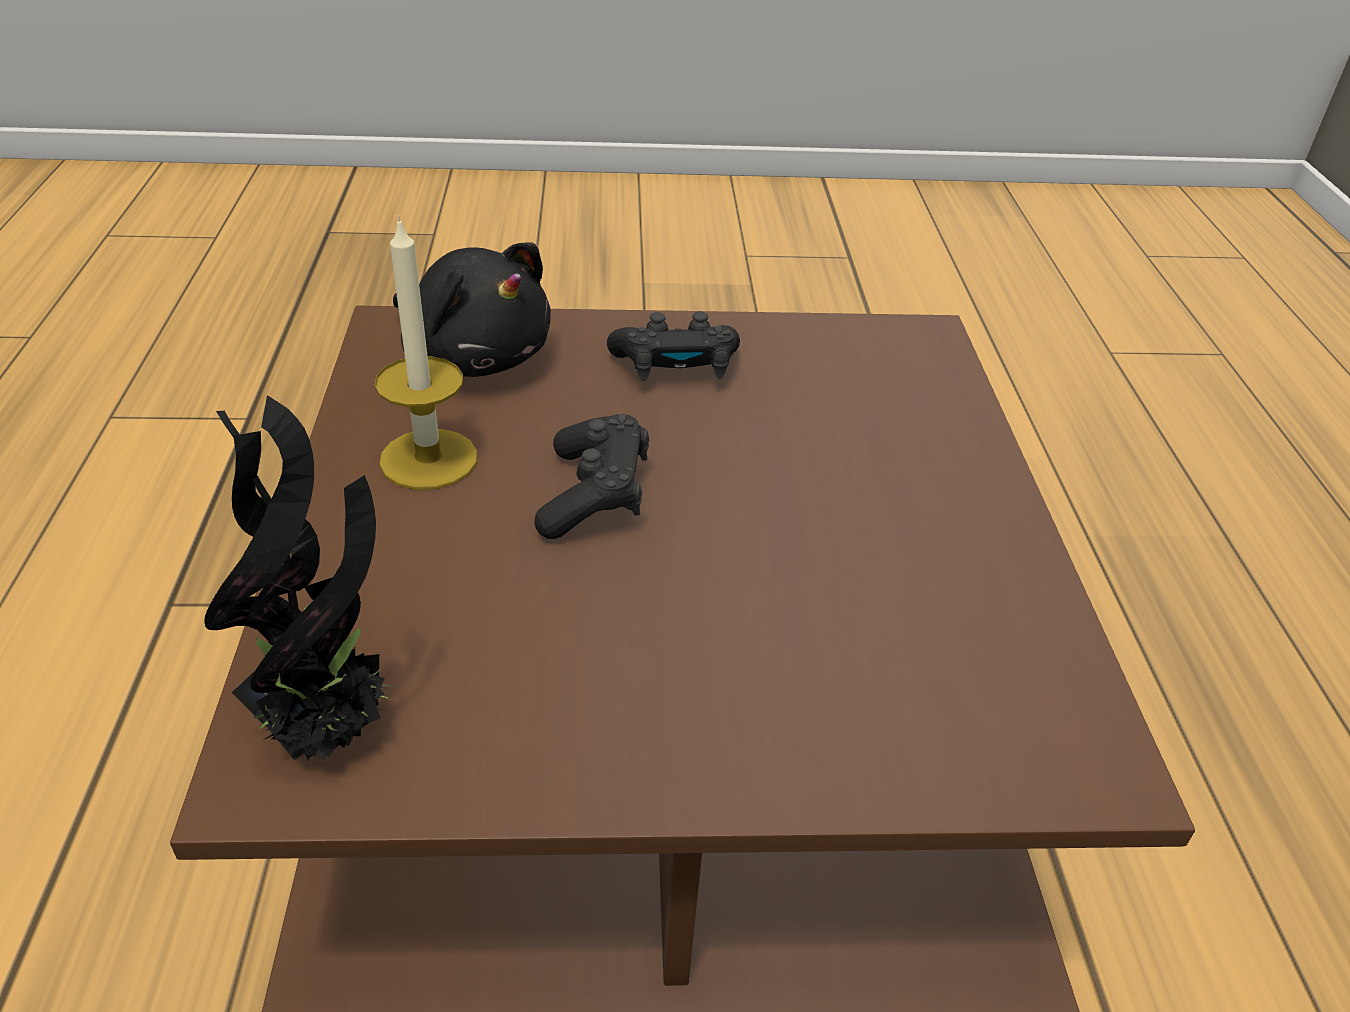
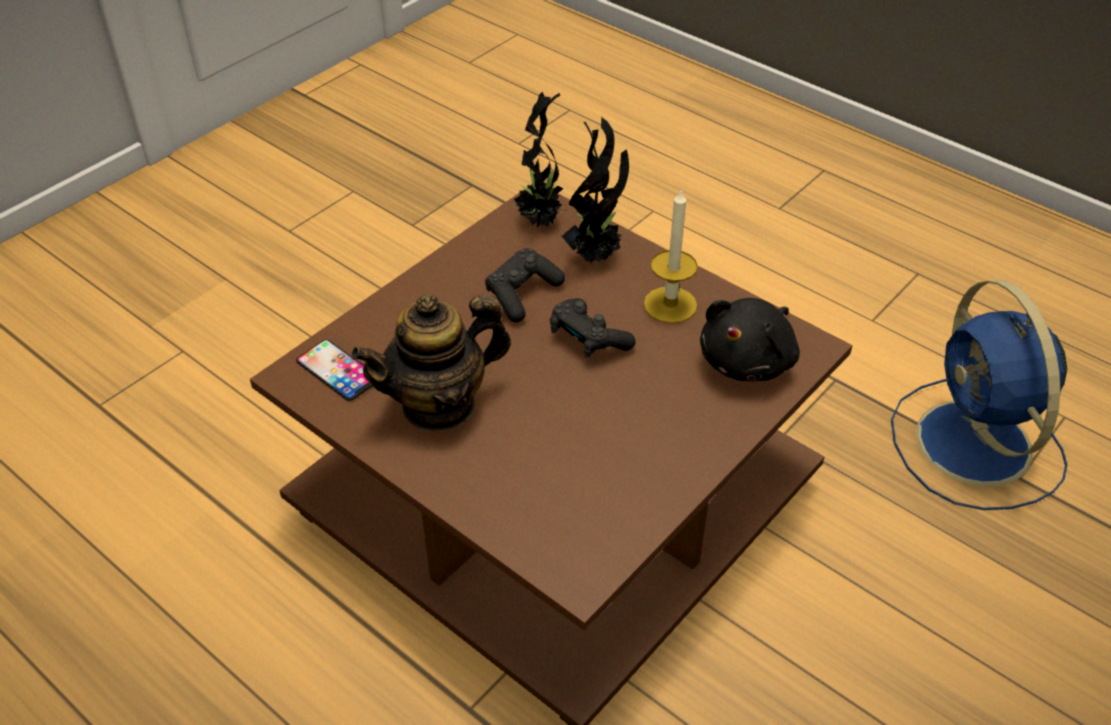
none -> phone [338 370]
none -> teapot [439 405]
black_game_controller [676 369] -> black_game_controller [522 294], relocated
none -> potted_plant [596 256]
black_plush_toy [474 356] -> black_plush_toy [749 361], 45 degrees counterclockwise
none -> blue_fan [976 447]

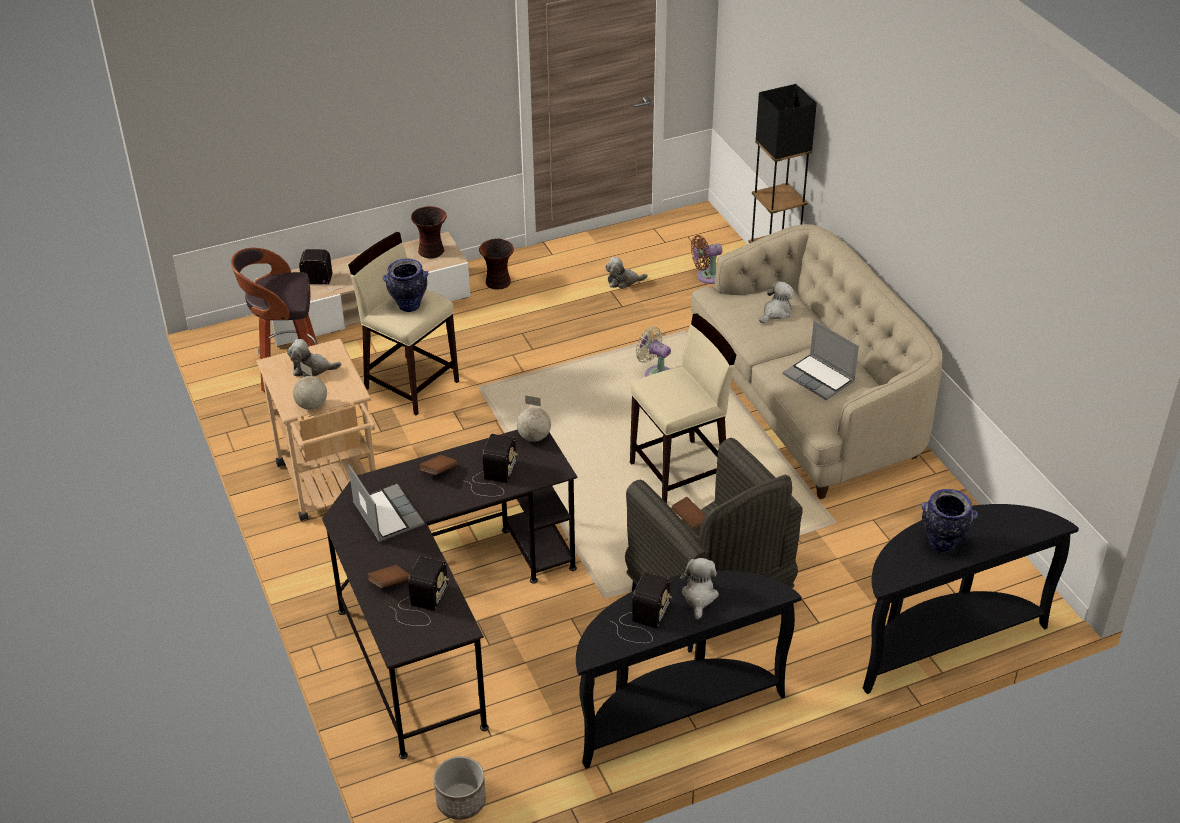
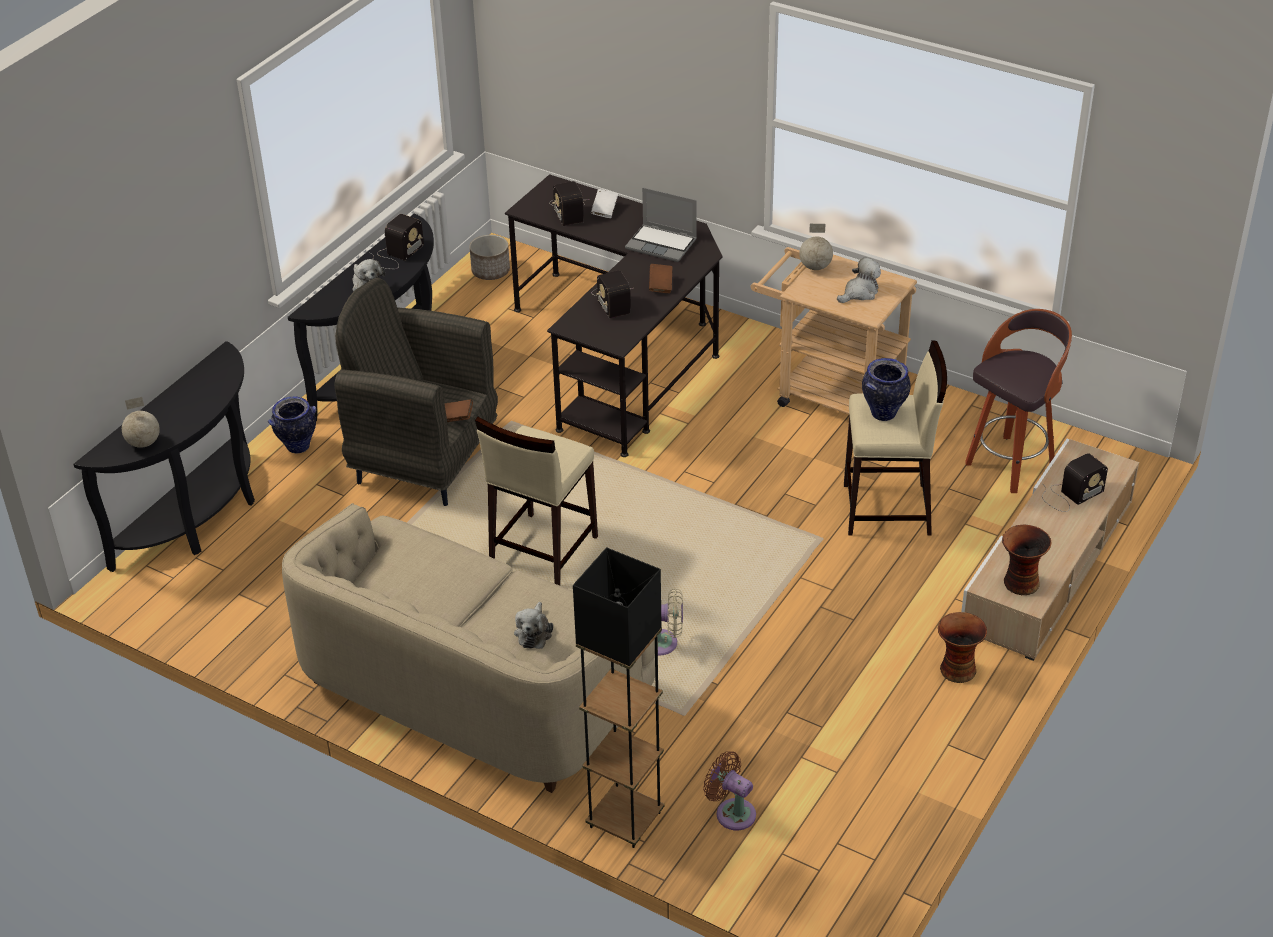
globe [534 437] -> globe [144 443], relocated
vase [942 544] -> vase [297 447], relocated
radio [642 621] -> radio [396 255], 135 degrees counterclockwise
brown_book [389 583] -> white_book [605 210]
brown_fan [707 276] -> brown_fan [732 812], 90 degrees counterclockwise
plush_toy [623 281] -> none
laptop [820 378] -> none

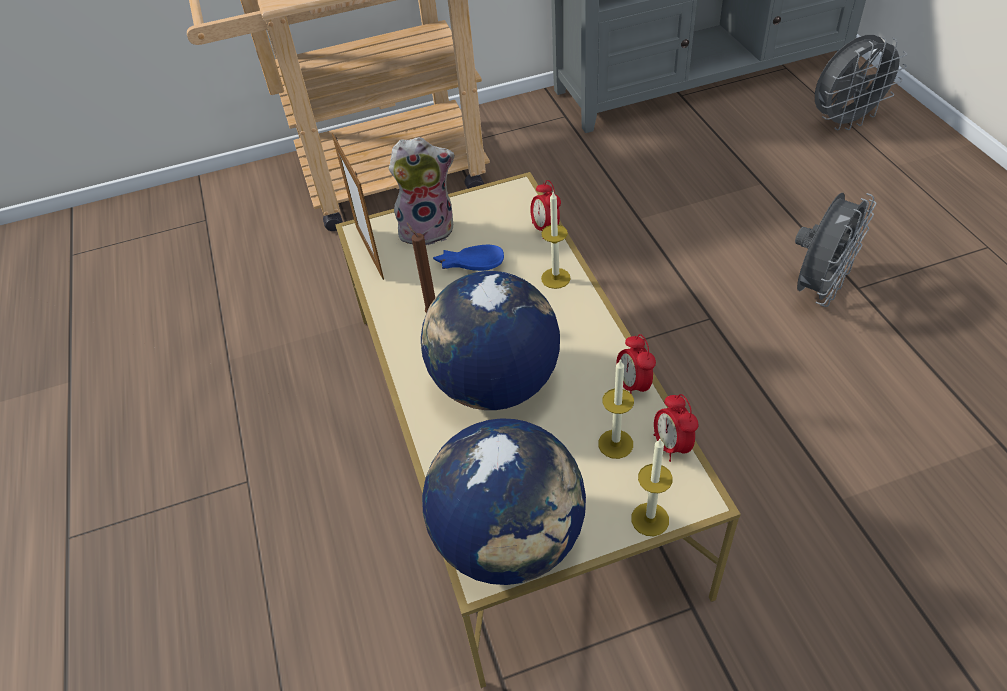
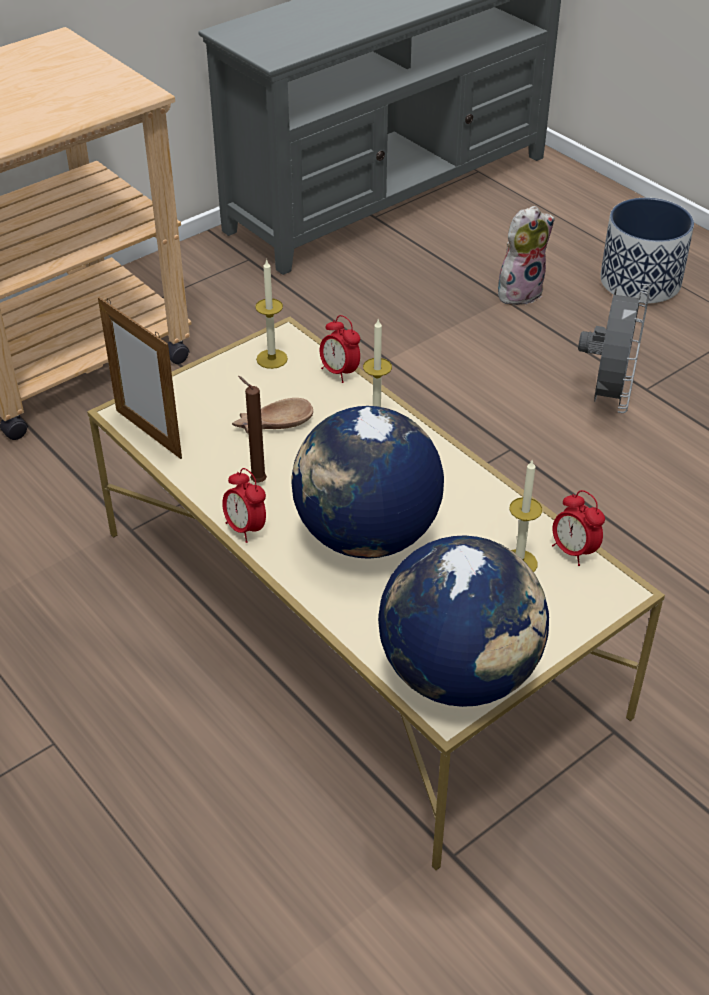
alarm_clock [633 385] -> alarm_clock [245 528], relocated
blue_bowl [469 262] -> brown_bowl [272 422]
candle [650 519] -> candle [272 359], relocated
plush_toy [428 229] -> plush_toy [519 291], relocated
none -> planter [640 282]
grey_fan [845 121] -> none

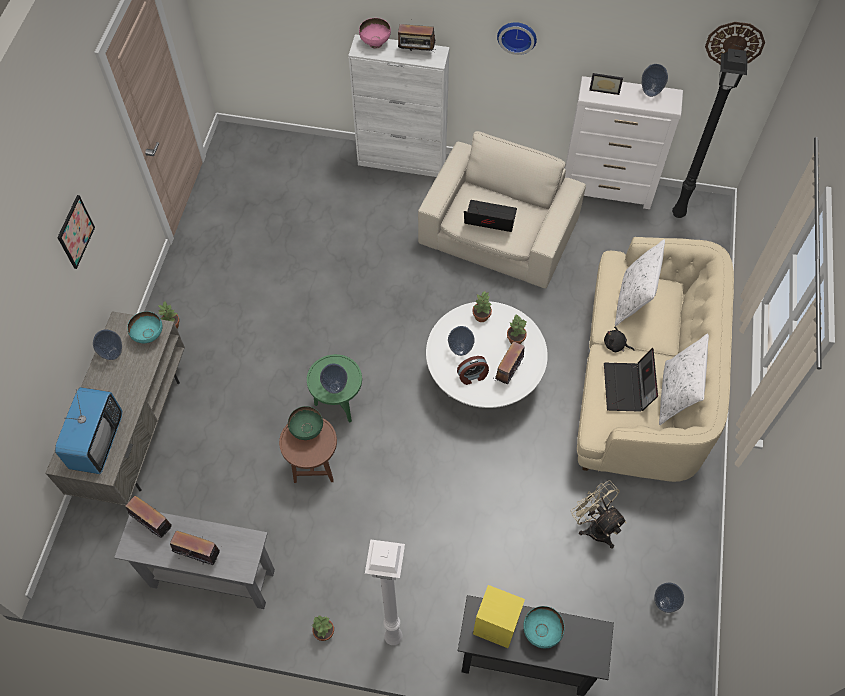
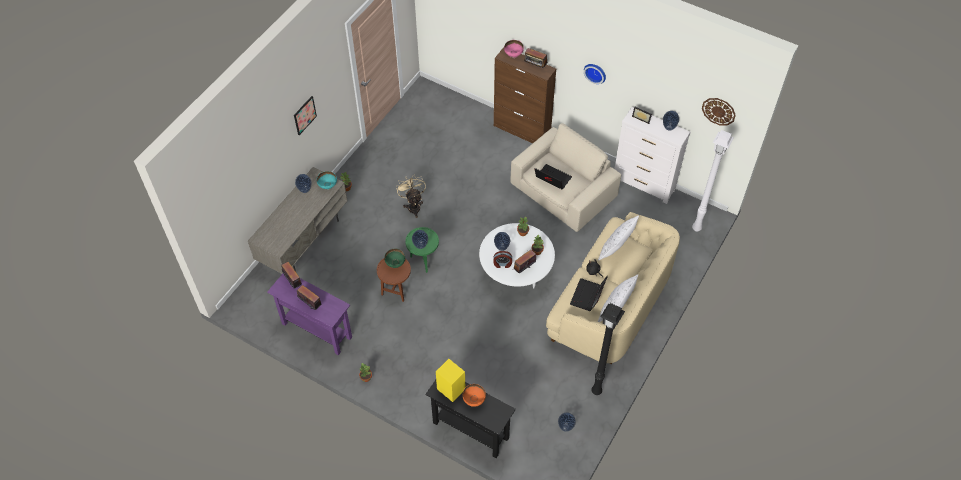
grey_console_table [212 578] -> purple_console_table [317 330]
beige_fan [594 526] -> beige_fan [413 206], relocated
turquoise_bowl [541 632] -> orange_bowl [474 400]
white_cabinet [402 161] -> brown_cabinet [522 131]
black_floor_lamp [679 214] -> black_floor_lamp [596 392], relocated
white_floor_lamp [392 638] -> white_floor_lamp [696 228], relocated
television [97 442] -> none

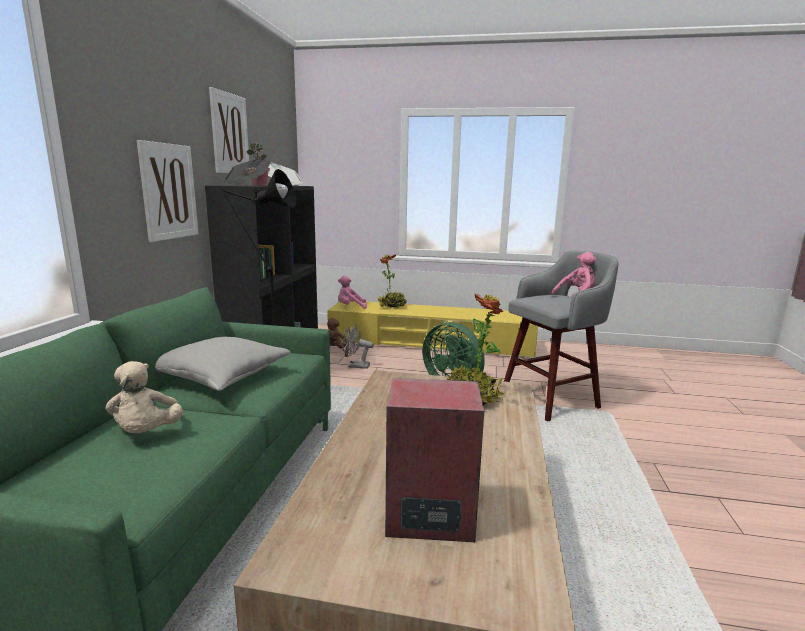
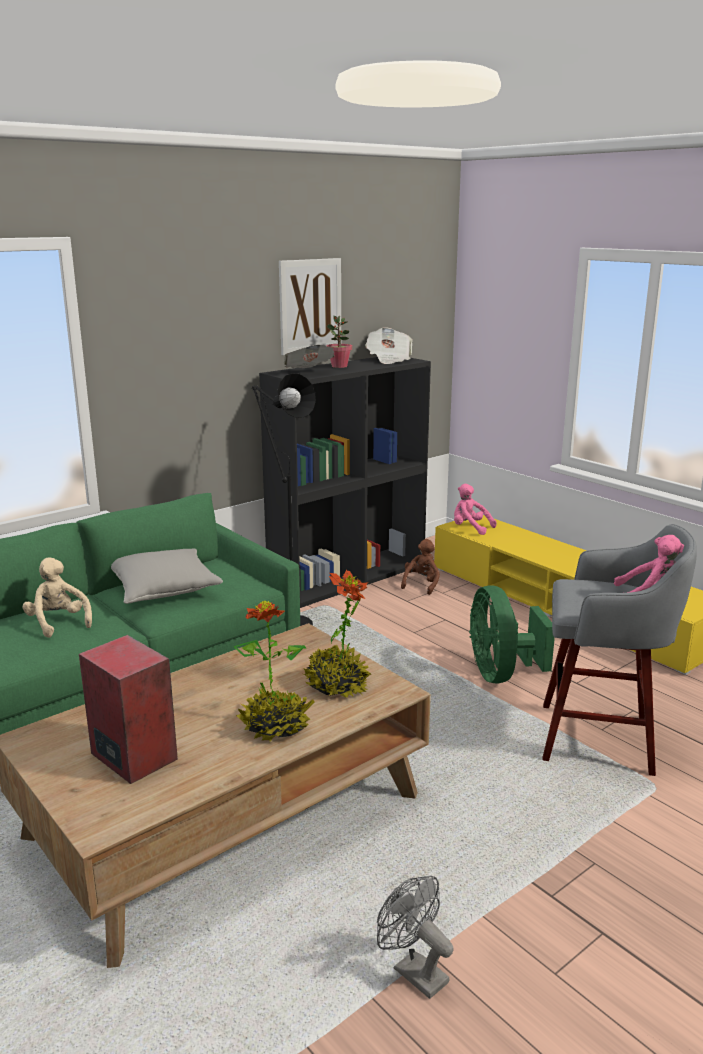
beige_plush_toy [147 433] -> beige_plush_toy [58 623], 120 degrees clockwise
potted_plant [392 307] -> potted_plant [276 726], relocated
grey_fan [355 366] -> grey_fan [413 971], relocated
picture [169 191] -> none

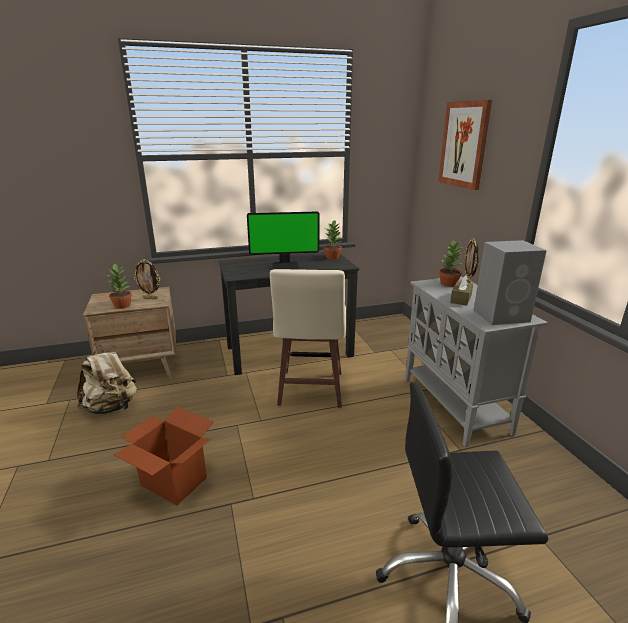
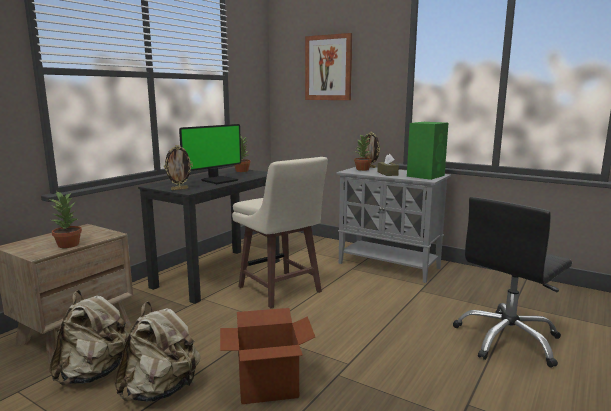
none -> beige_backpack [161 390]
picture_frame [150 298] -> picture_frame [179 189], relocated
grey_speaker [502 316] -> green_speaker [426 175]

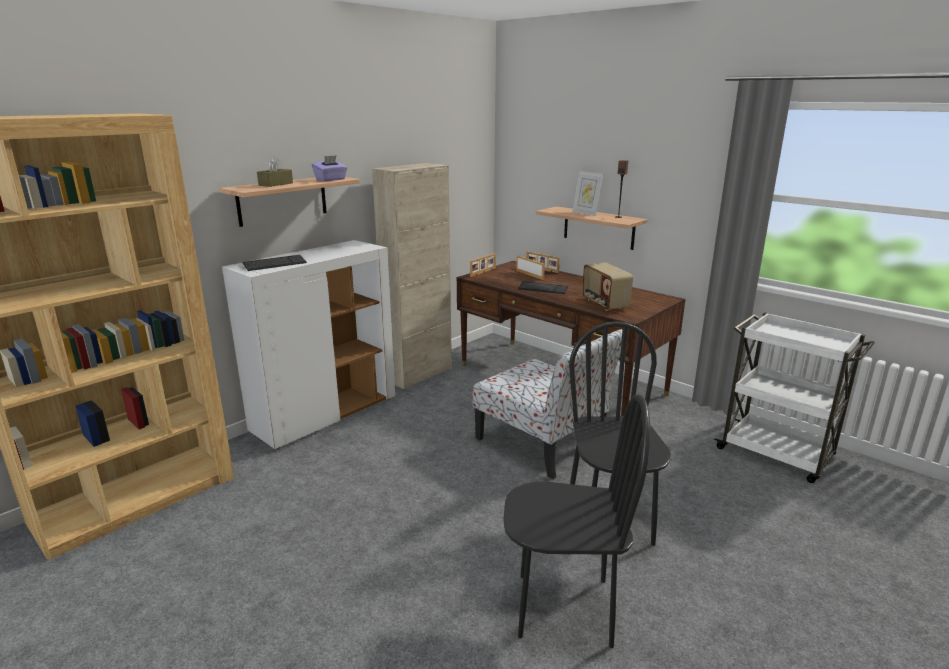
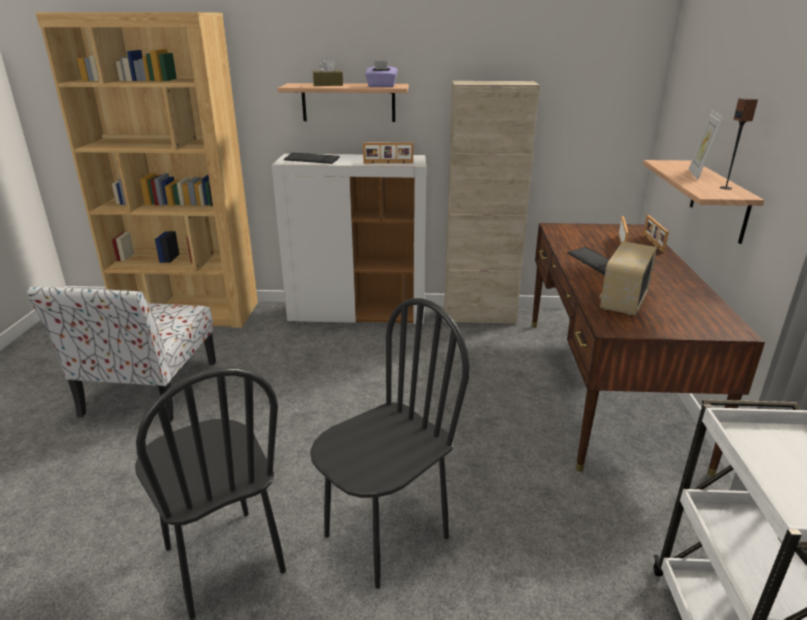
chair [543 443] -> chair [149 390], relocated
picture_frame [483 272] -> picture_frame [388 163], relocated

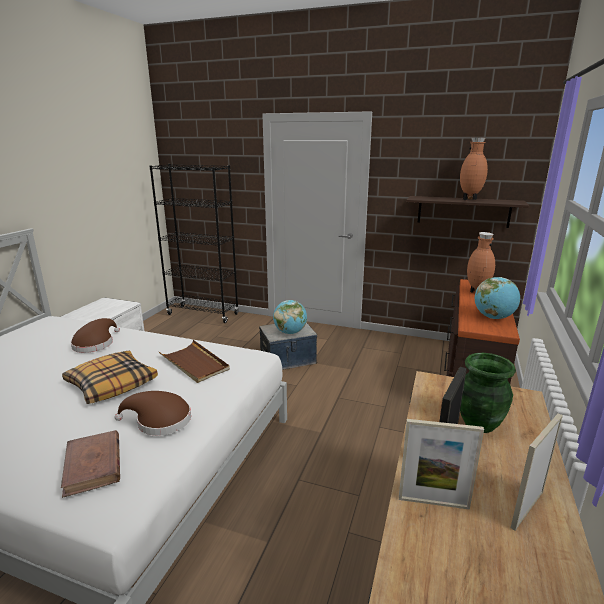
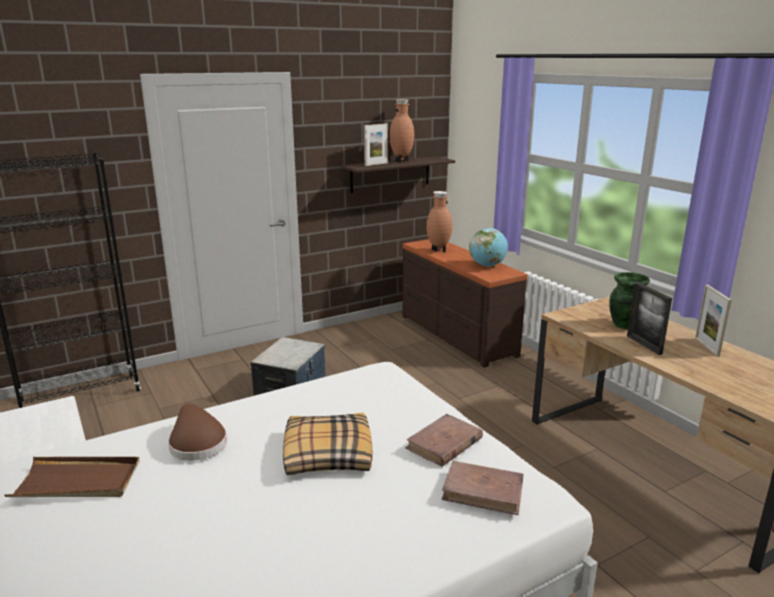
brown_tray [194 363] -> brown_tray [77 482], relocated
picture_frame [433 502] -> picture_frame [376 164], relocated
brown_hat [159 421] -> brown_book [444 443]
globe [290 332] -> none

